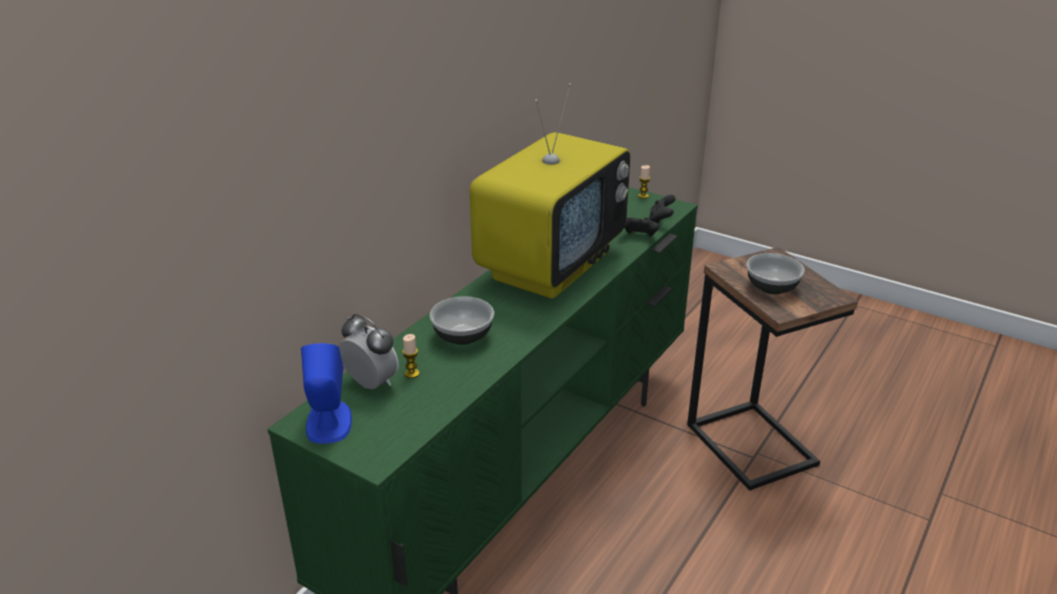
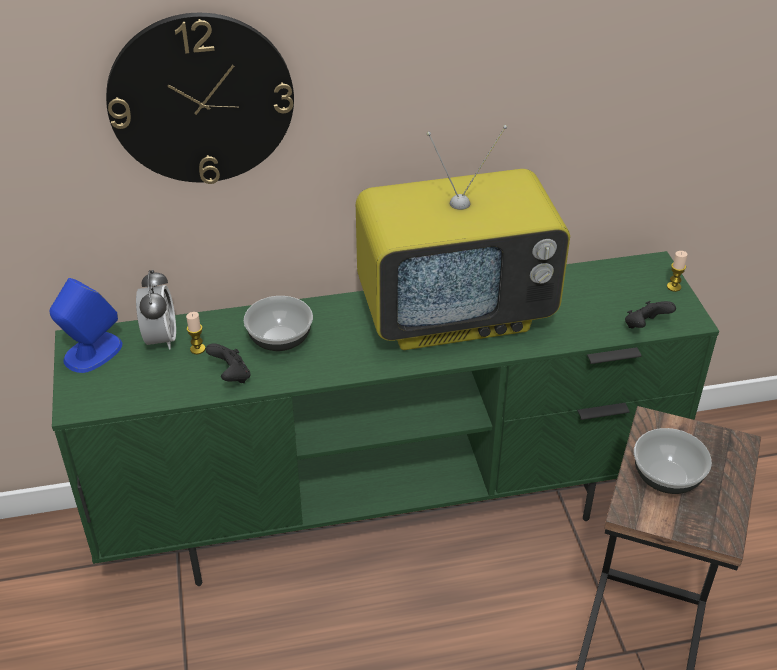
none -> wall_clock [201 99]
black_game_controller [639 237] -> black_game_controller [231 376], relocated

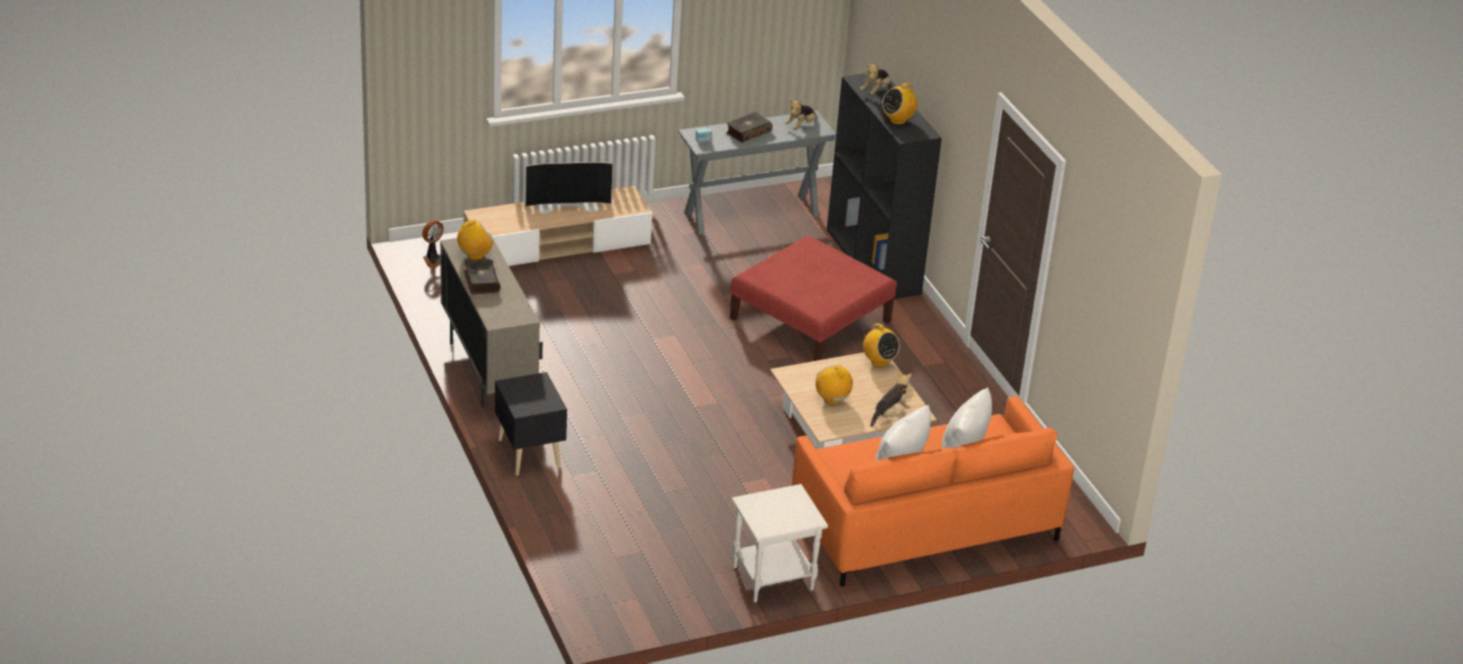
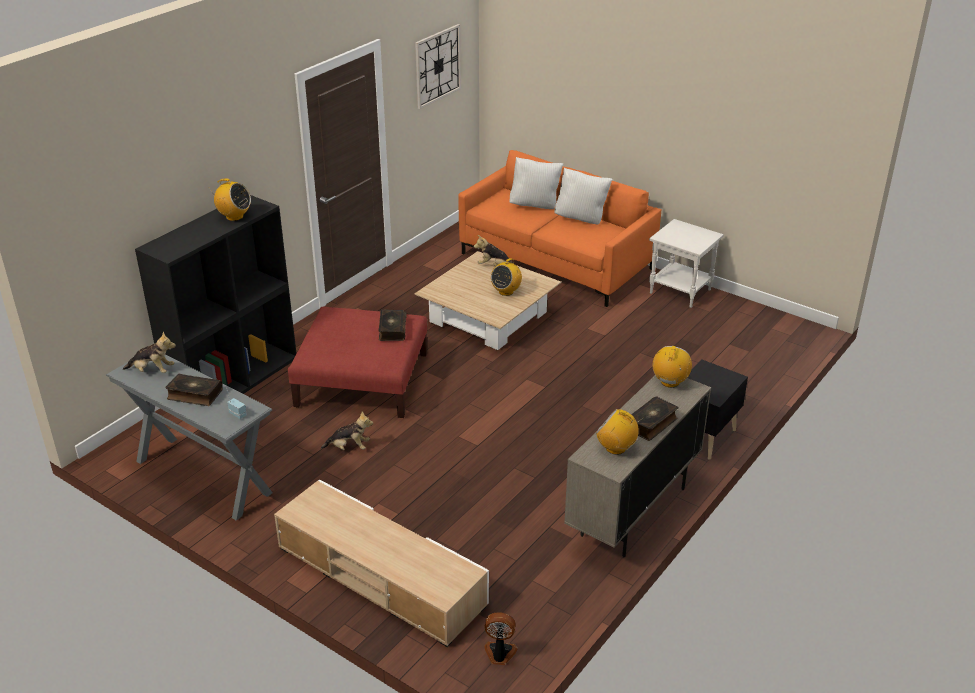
plush_toy [875 91] -> plush_toy [349 447], relocated
none -> book [392 330]
none -> wall_clock [437 66]
radio [879 361] -> radio [670 382], relocated
television [568 206] -> none

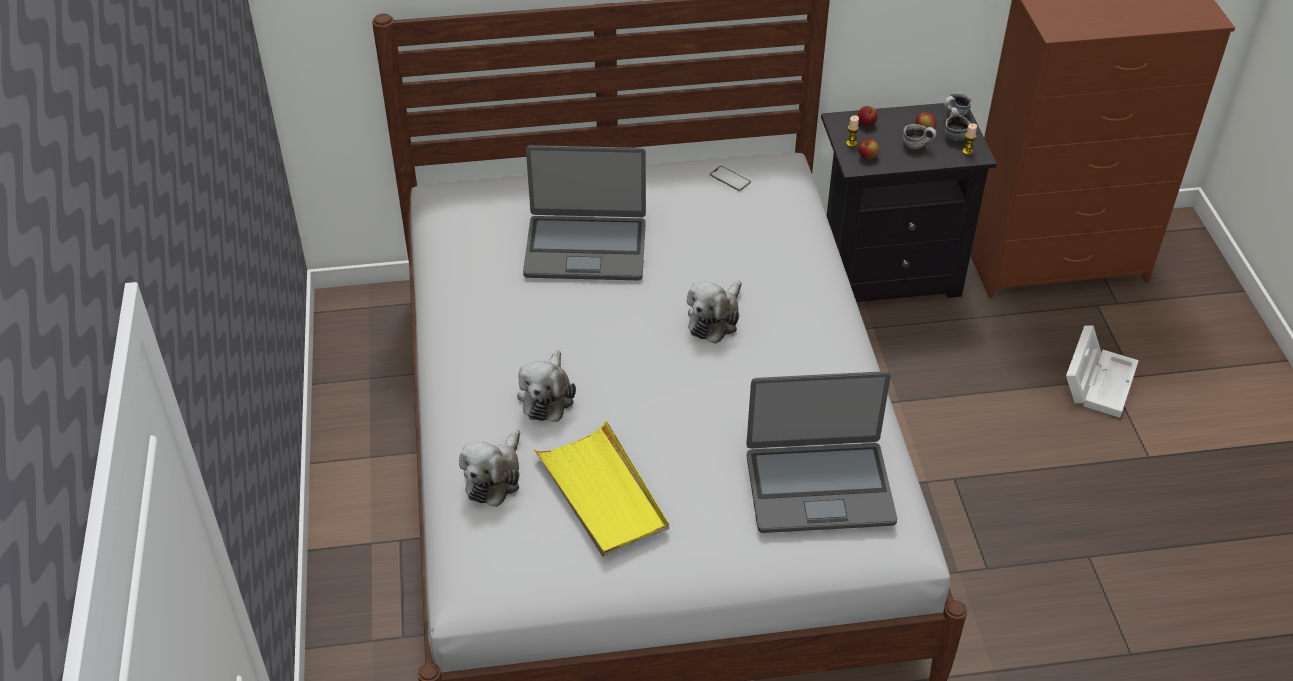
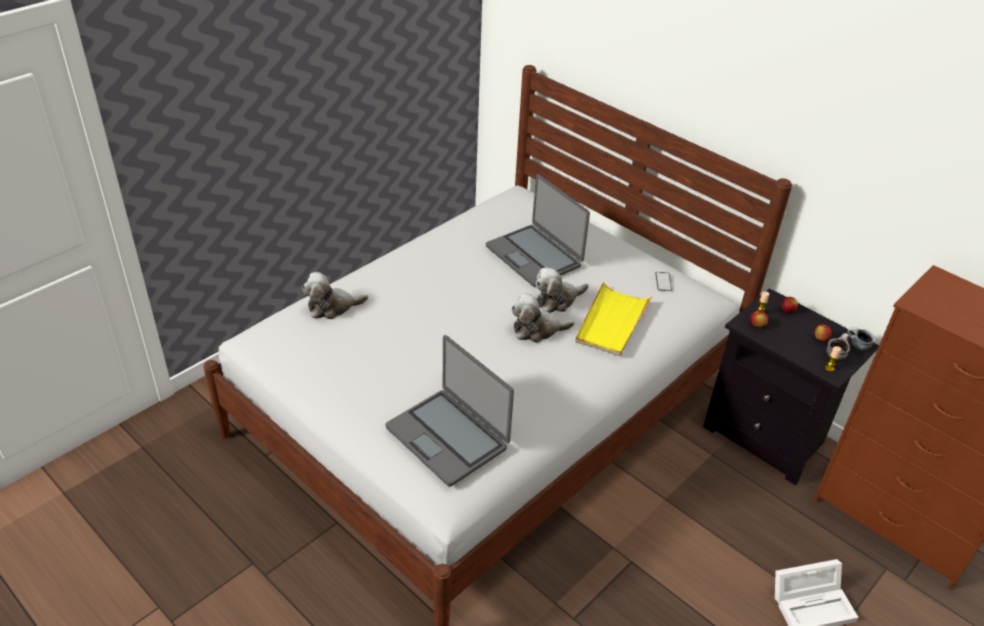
plush_toy [547 396] -> plush_toy [557 300], relocated
yellow_tray [602 493] -> yellow_tray [612 322], relocated
mug [917 146] -> none

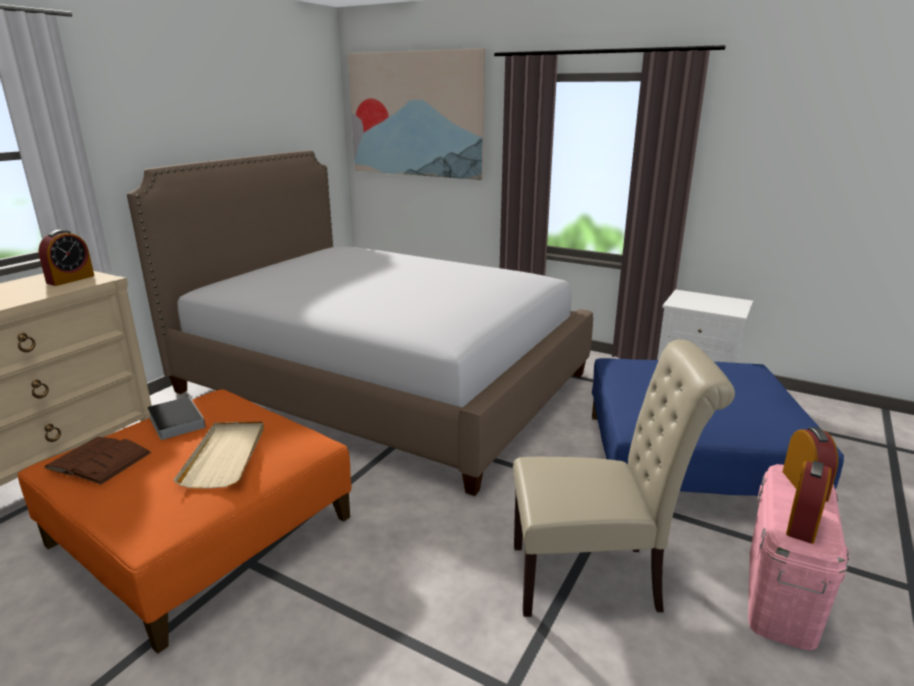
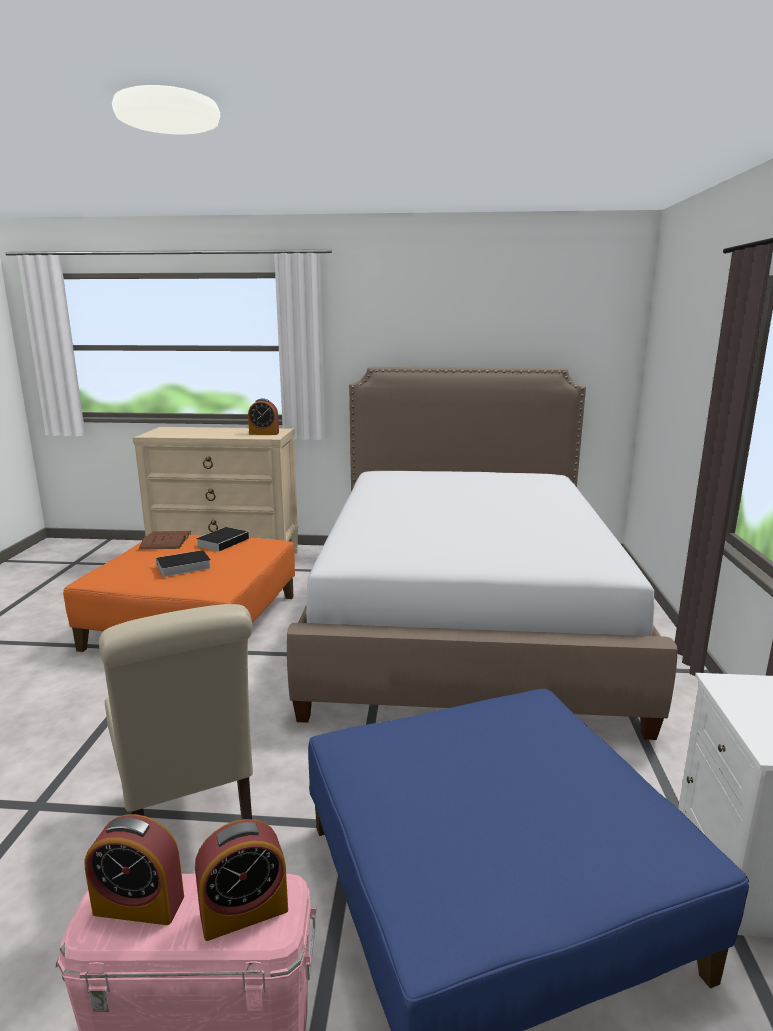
beige_tray [225 456] -> book [182 567]
picture [415 115] -> none

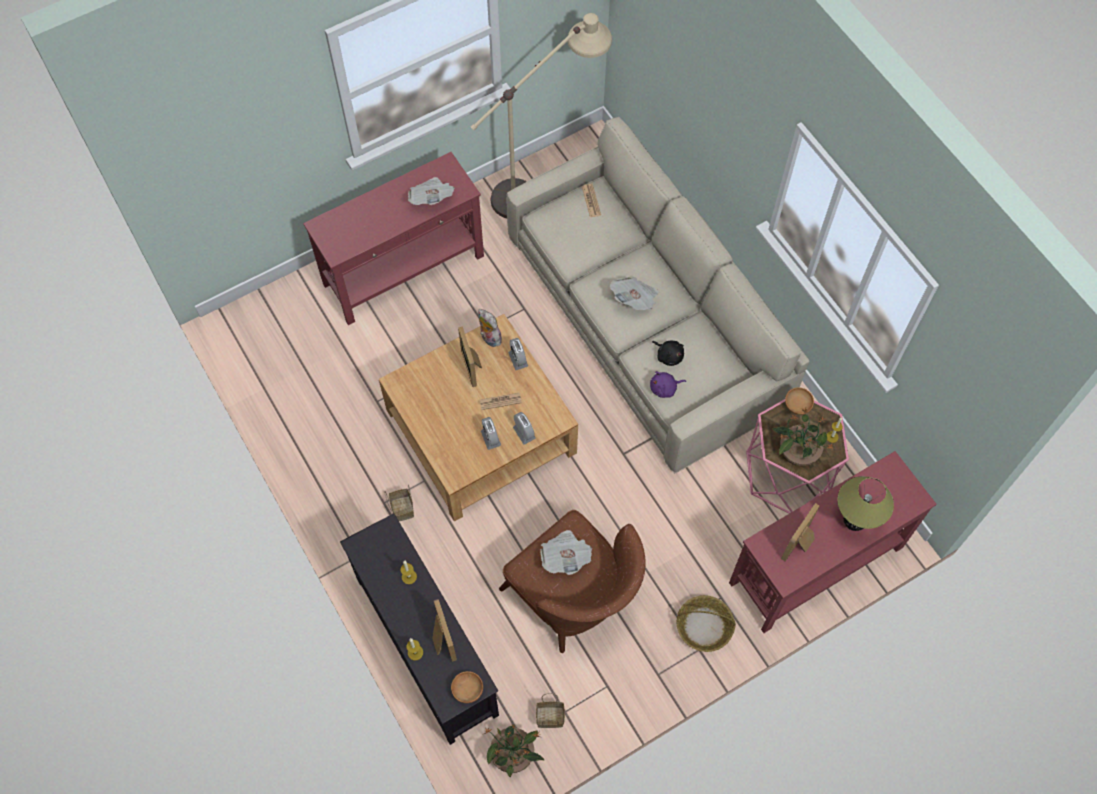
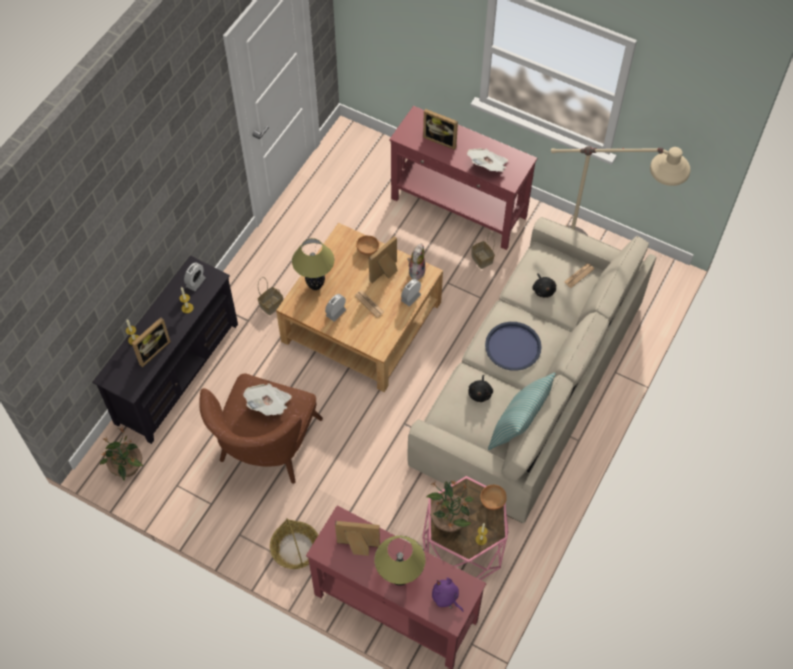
alarm_clock [524 433] -> alarm_clock [195 282], relocated
none -> table_lamp [315 285]
brown_bowl [467 689] -> brown_bowl [368 249], relocated
none -> picture_frame [441 139]
purple_plush_toy [665 388] -> purple_plush_toy [446 598], relocated
basket [549 718] -> basket [481 259], relocated
newspaper [635 299] -> blue_tray [513 346]
none -> pillow [518 427]
none -> black_plush_toy [543 289]

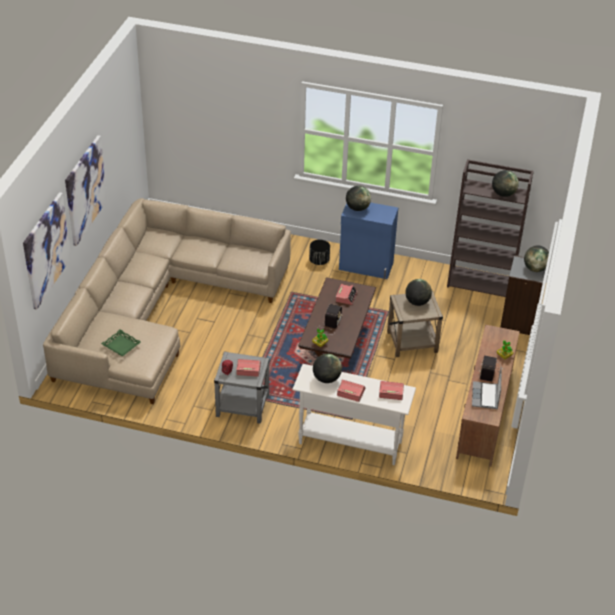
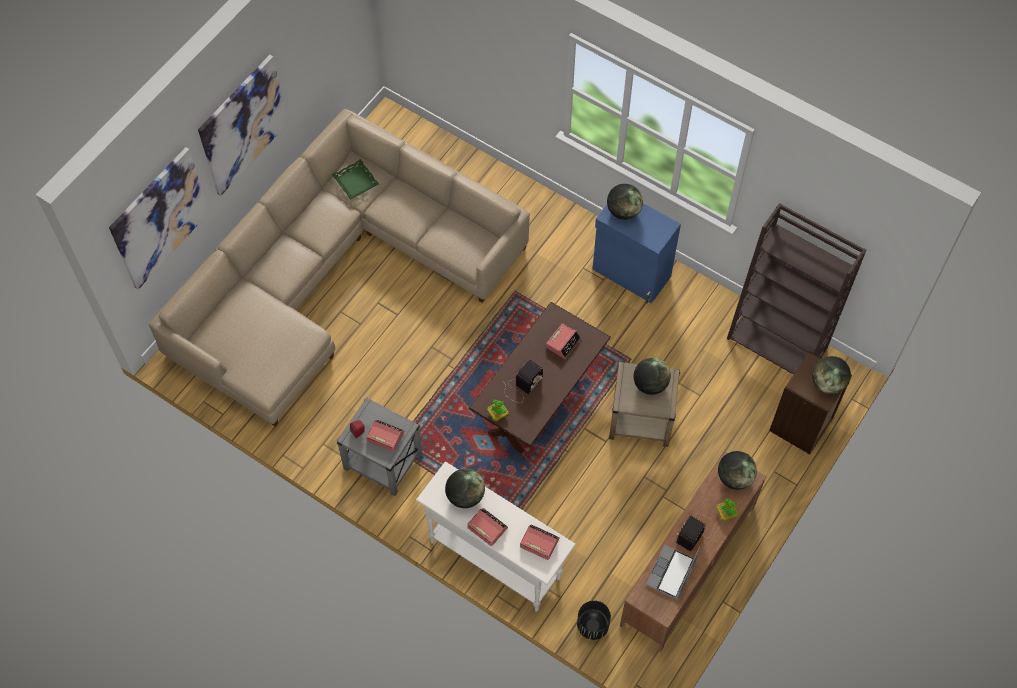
green_tray [121 345] -> green_tray [355 182], relocated
black_planter [319 261] -> black_planter [593 625], relocated
globe [503 194] -> globe [734 478], relocated
grey_bookcase [519 321] -> brown_bookcase [801 425]

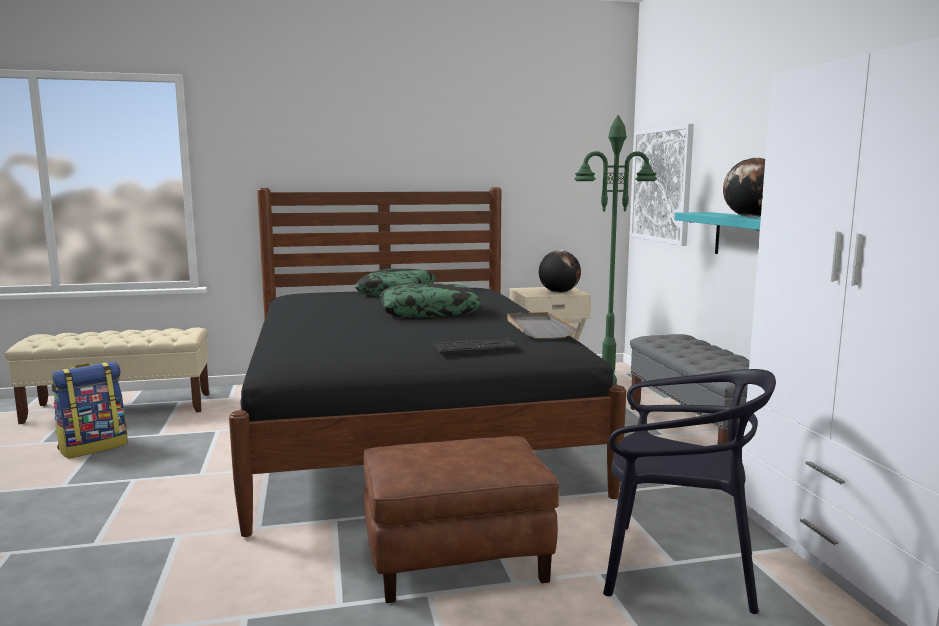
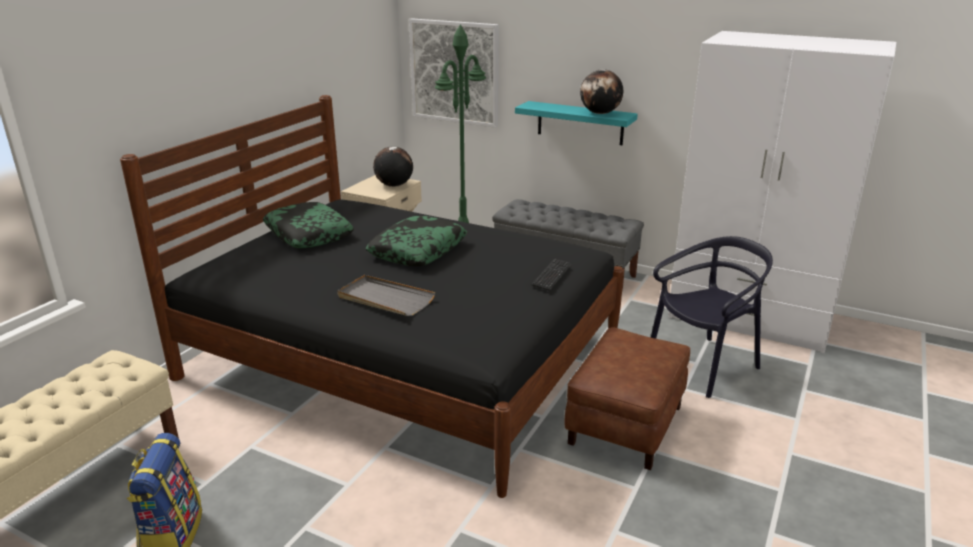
grey_tray [538 328] -> grey_tray [385 299], relocated

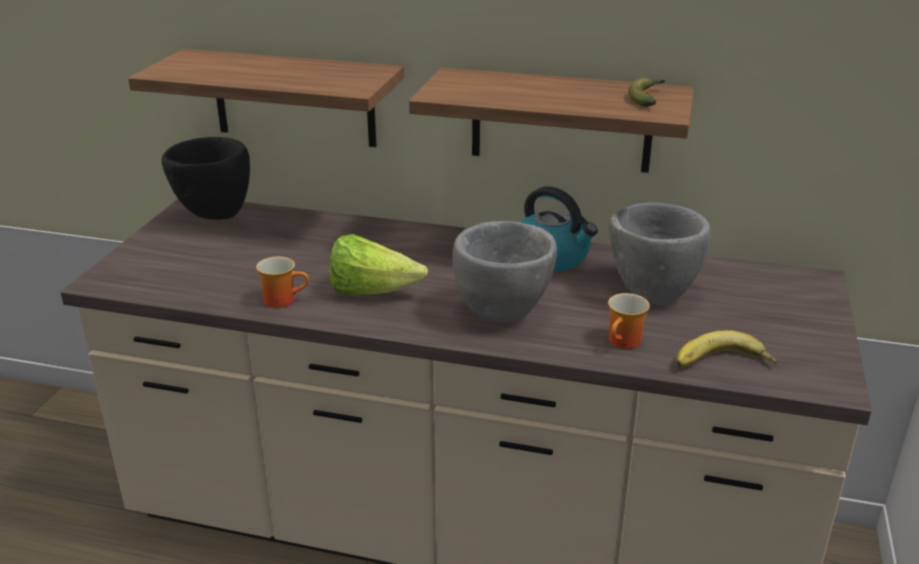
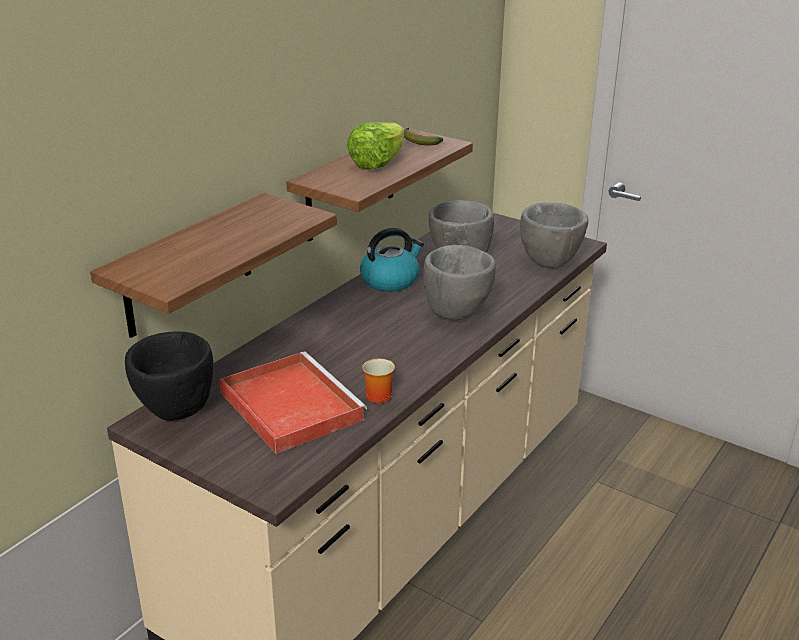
none -> red_tray [288 405]
lettuce [371 292] -> lettuce [378 163], relocated
banana [722 364] -> grey_bowl [550 264]
mug [625 343] -> none

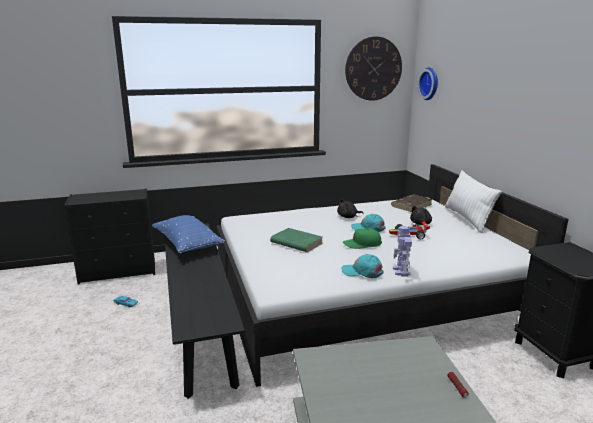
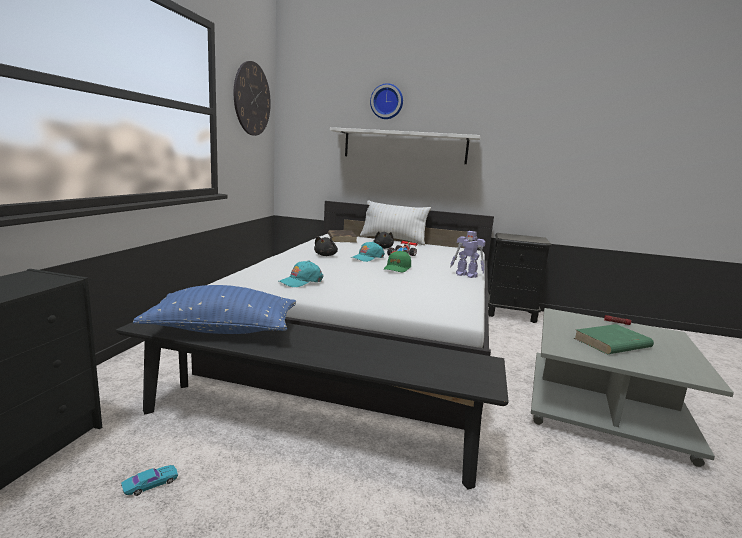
turquoise_cap [362 272] -> turquoise_cap [301 281], relocated
none -> white_shelf [405 146]
wall_clock [430 83] -> wall_clock [387 101], relocated
green_book [296 242] -> green_book [612 343], relocated

